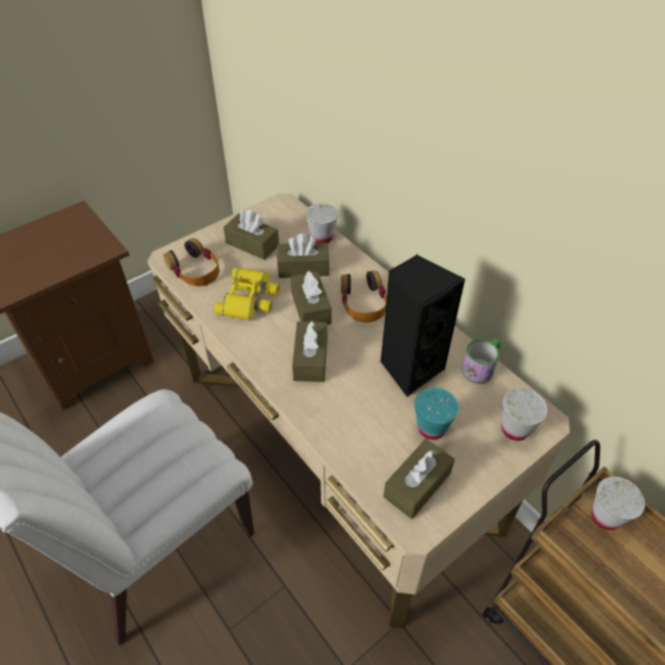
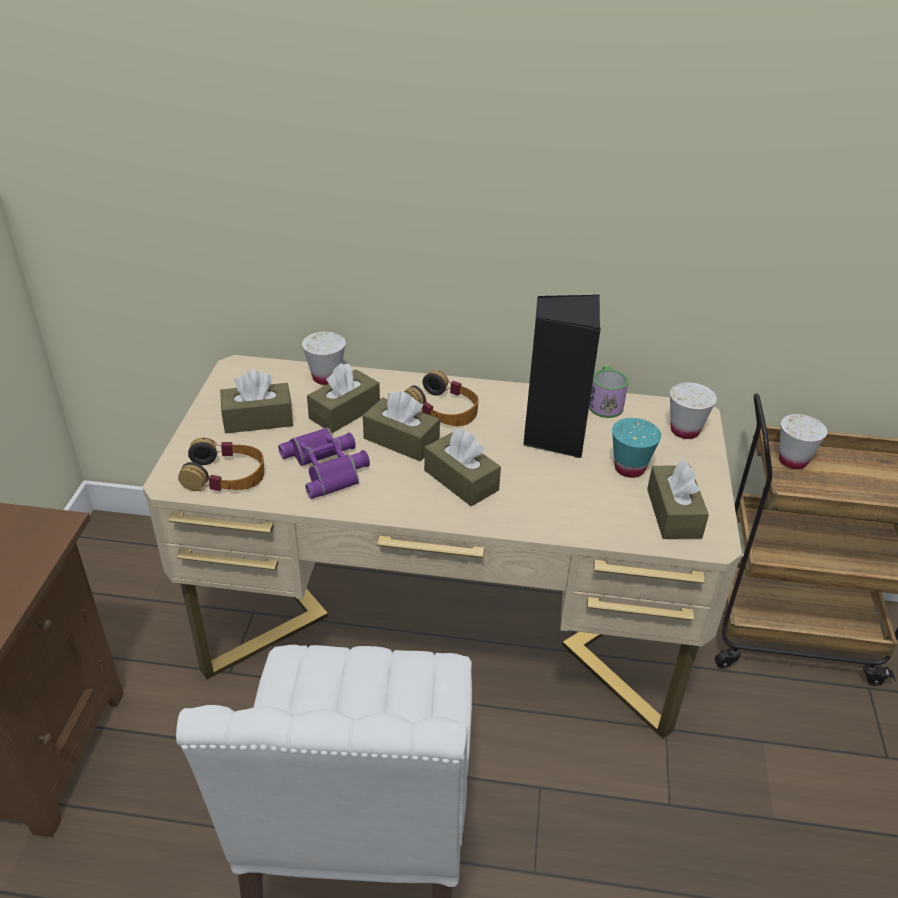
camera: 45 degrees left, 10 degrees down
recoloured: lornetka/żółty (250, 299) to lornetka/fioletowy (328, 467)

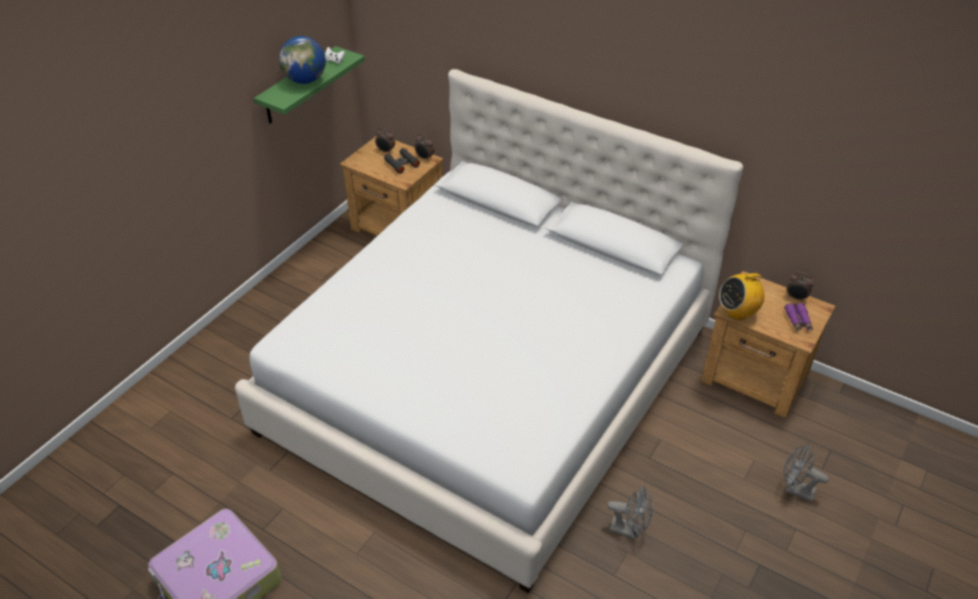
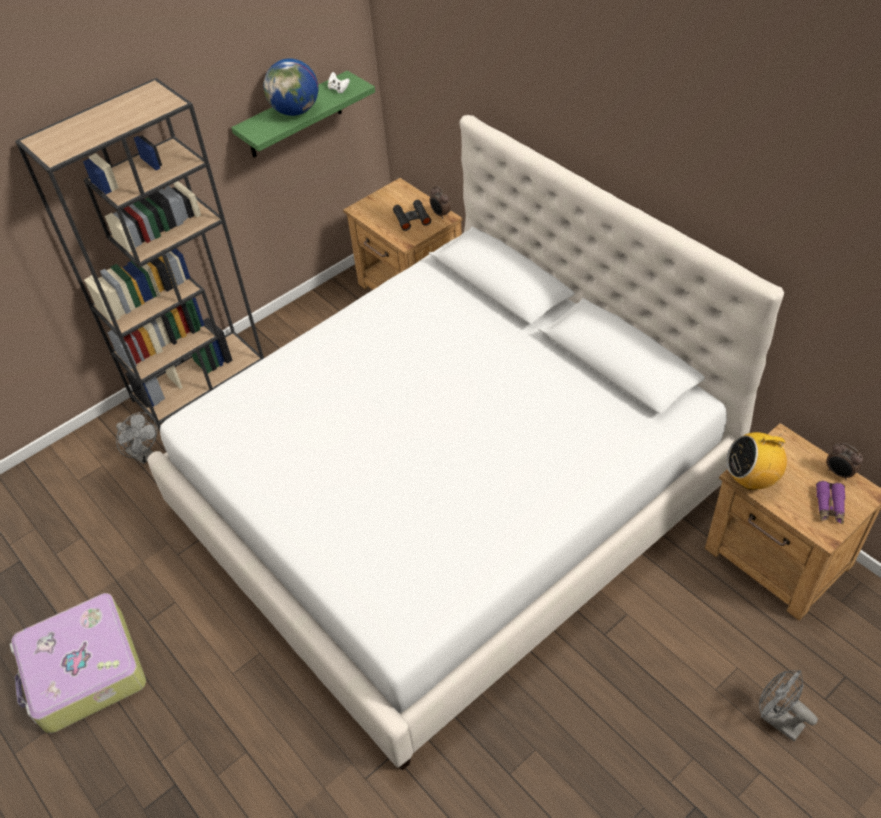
camera: 20 degrees right, 5 degrees up
removed: budzik (385, 151)
added: regał (200, 383)
moved: wentylator/szary (629, 530) to (144, 455)

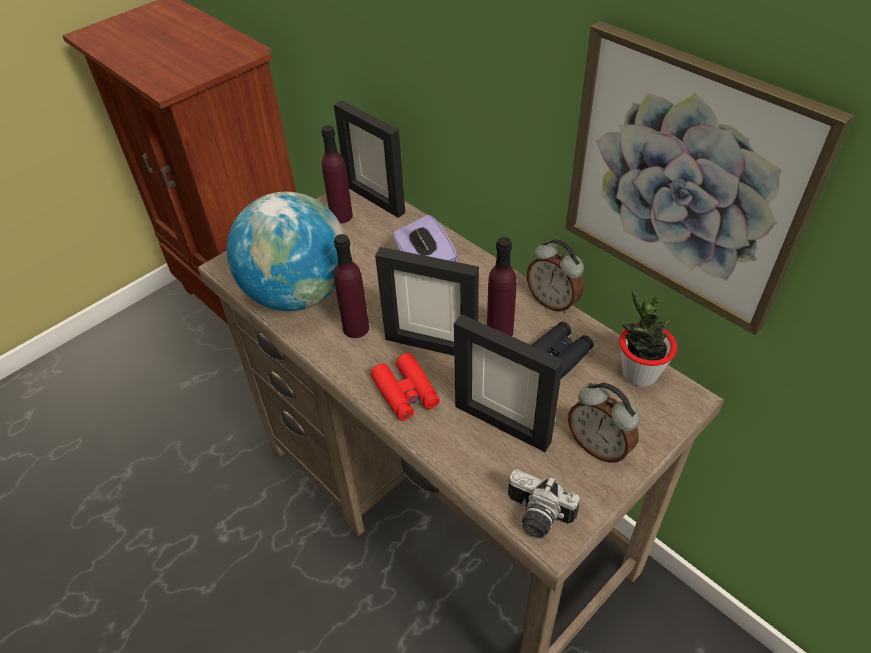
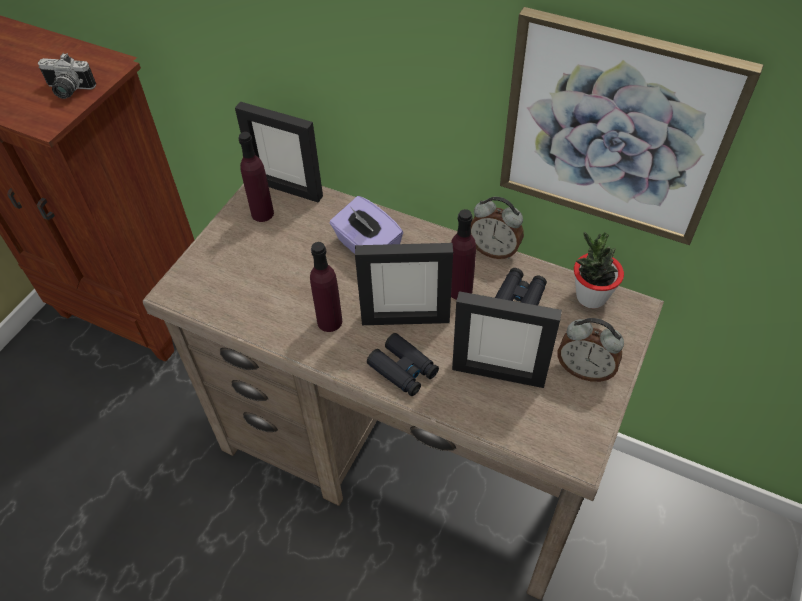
camera: 20 degrees left, 5 degrees up
removed: globus (298, 293)
moved: aparat fotograficzny (536, 517) to (68, 91)
recoloured: lornetka/czerwony (406, 393) to lornetka/czarny (403, 369)

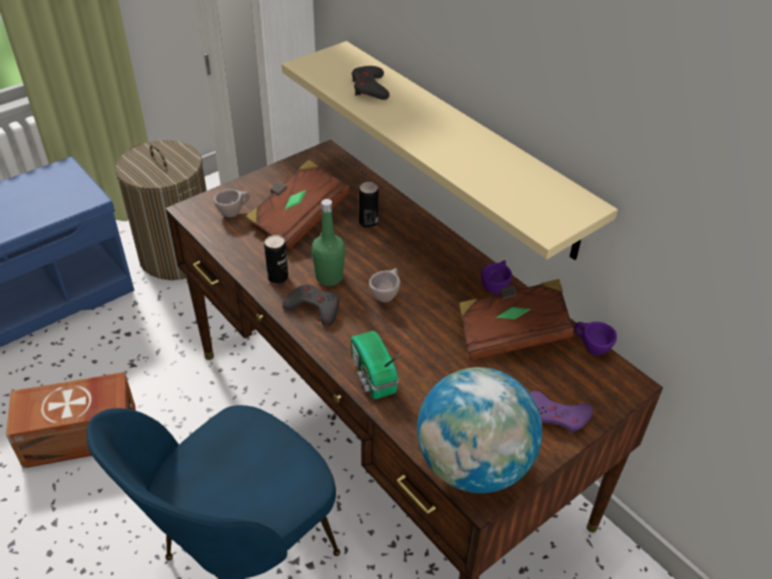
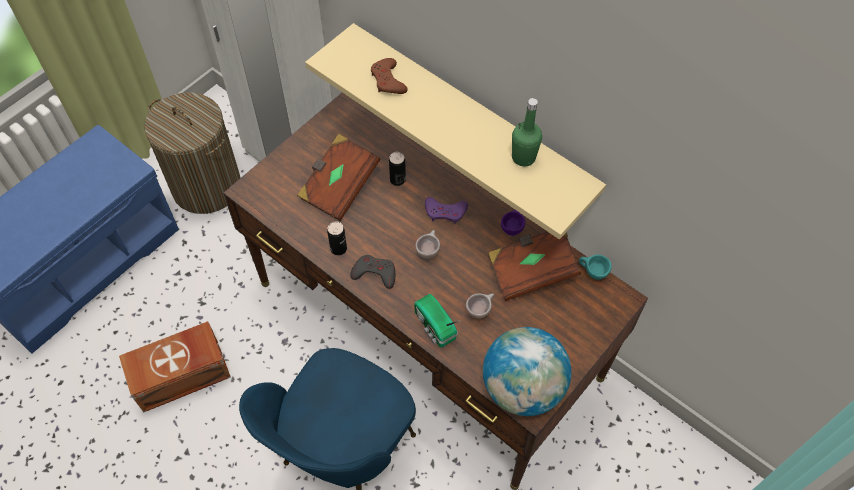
camera: 10 degrees left, 15 degrees up
moved: filiżanka/beżowy (234, 212) to (480, 310); butelka/zielony (329, 277) to (523, 157); pad do gier/fioletowy (557, 416) to (445, 212)
recoloured: pad do gier/szary (369, 88) to pad do gier/brązowy (388, 80); filiżanka/fioletowy (590, 348) to filiżanka/turkusowy (591, 273)

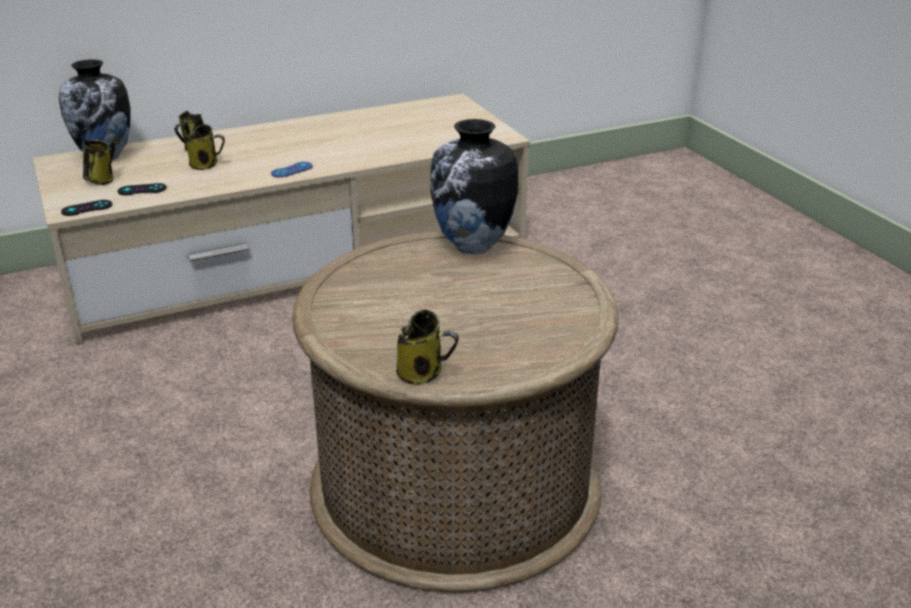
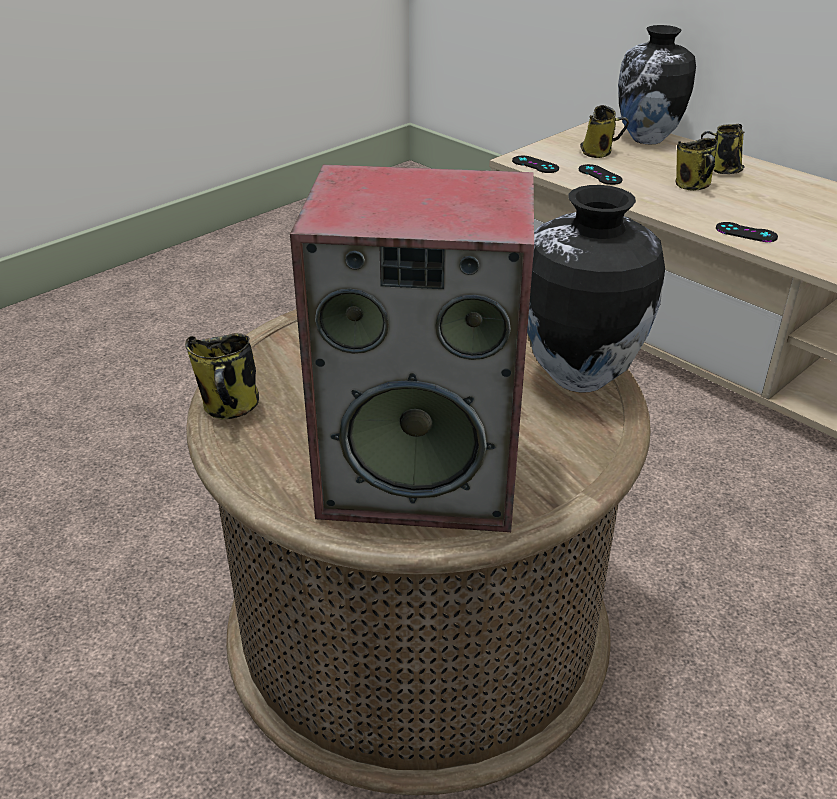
camera: 70 degrees right, 5 degrees up
added: głośnik (423, 475)
recoloured: pad do gier/niebieski (292, 170) to pad do gier/czarny (746, 232)

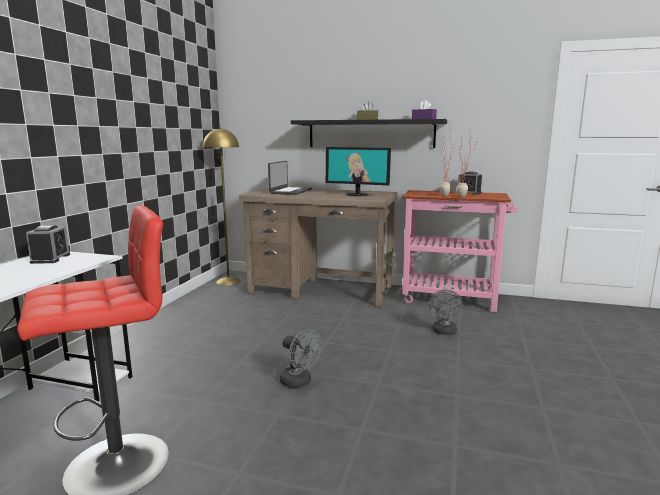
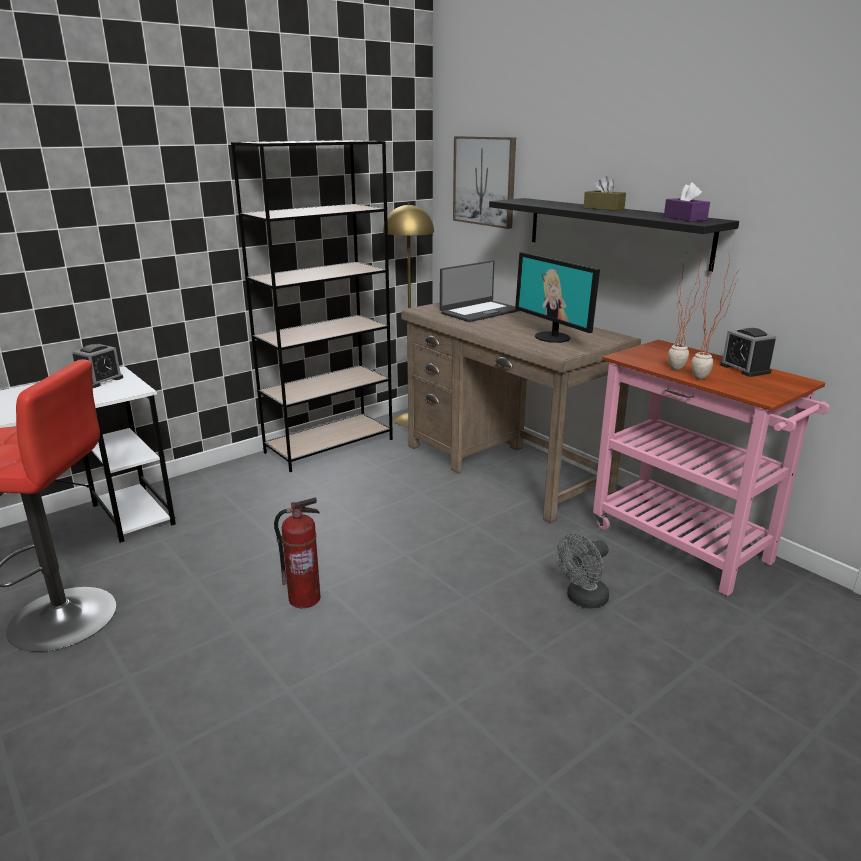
camera: 35 degrees right, 10 degrees up
added: regał/beżowy (329, 445); obraz (484, 181)
replaced: wentylator/szary (299, 382) to gaśnica (305, 598)

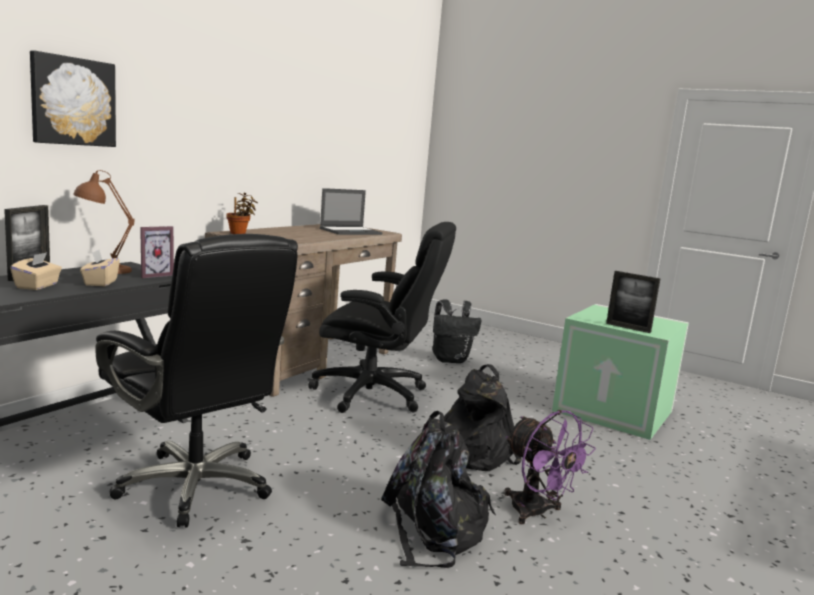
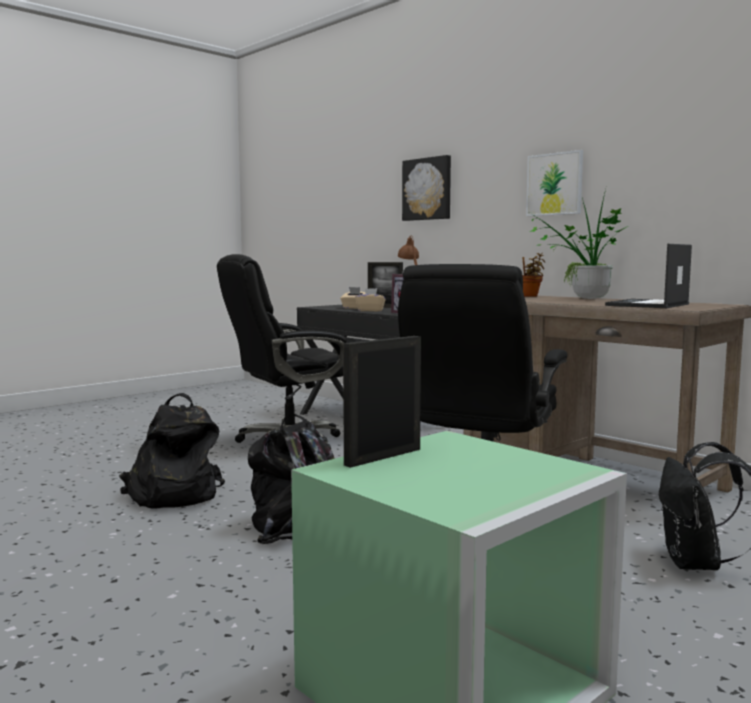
camera: 105 degrees right, 5 degrees down
removed: wentylator/fioletowy (536, 513)
added: obraz (554, 184); roślina doniczkowa (584, 299)
turned: laptop (351, 231) = (647, 305) 60 degrees clockwise

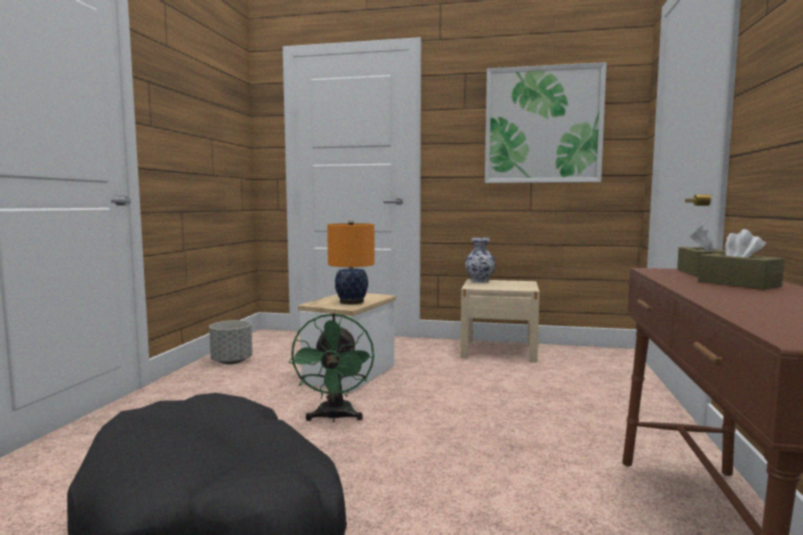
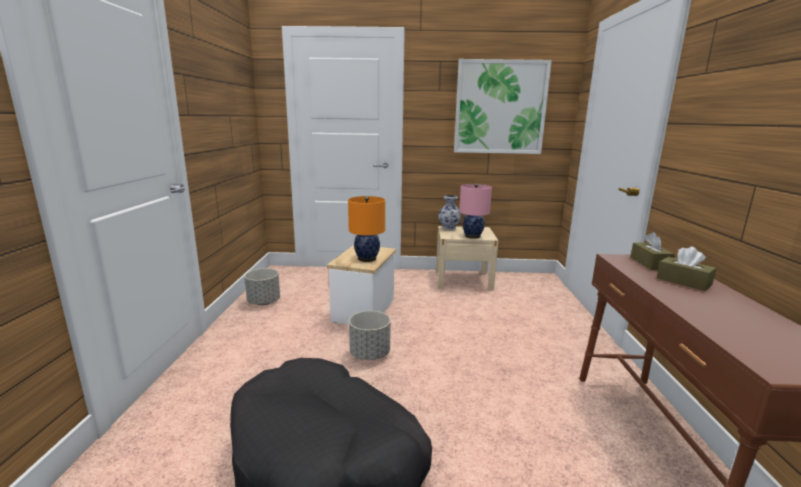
camera: 10 degrees left, 10 degrees up
added: lampa stołowa/różowy (472, 236)
replaced: wentylator/zielony (334, 417) to donica/szary (370, 354)

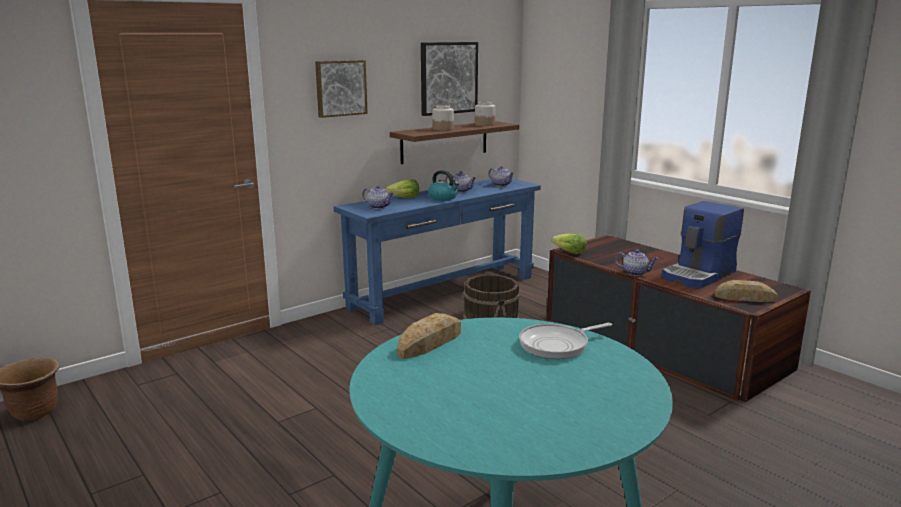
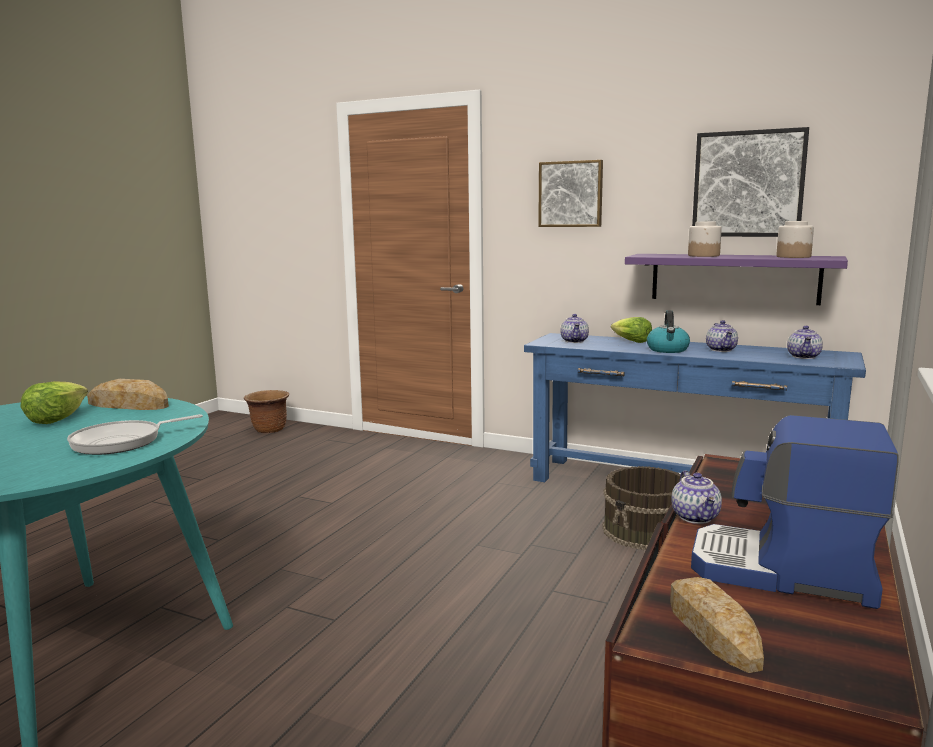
camera: 65 degrees right, 5 degrees down
moved: sałata (569, 252) to (56, 419)
recoloured: półka/brązowy (444, 142) to półka/fioletowy (734, 278)
turned: patelnia (557, 345) = (122, 442) 75 degrees counterclockwise

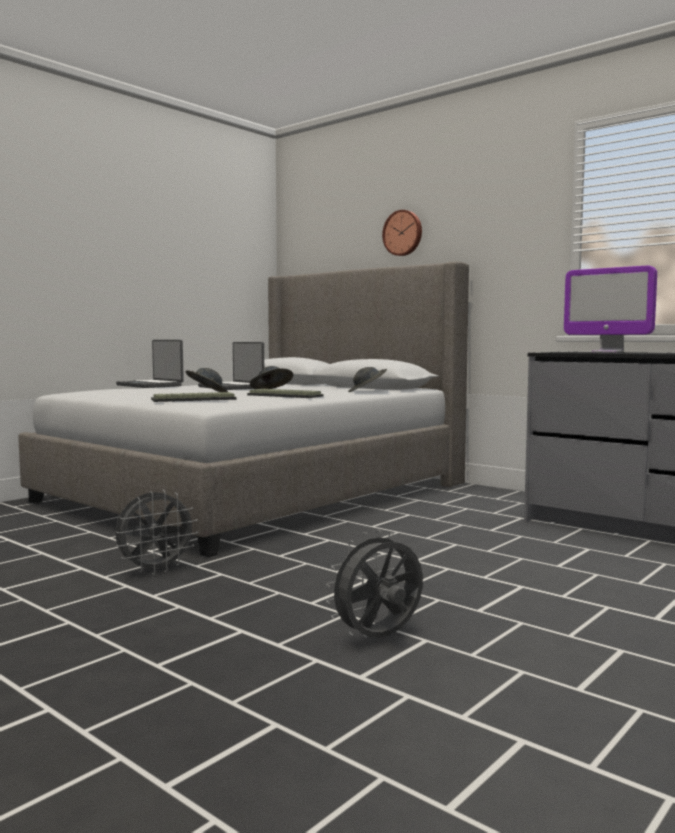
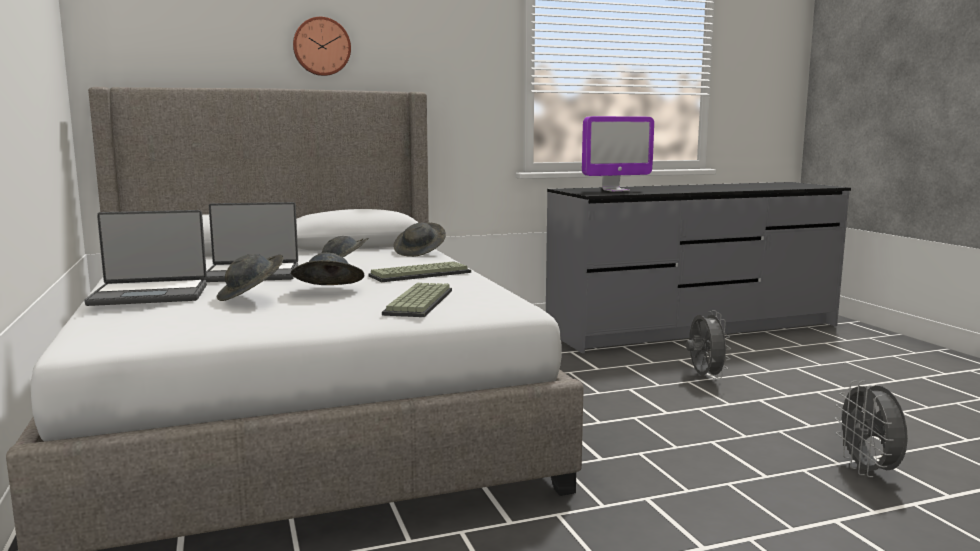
camera: 60 degrees left, 5 degrees up
added: kapelusz/szary (251, 296)
moved: wentylator/szary (155, 570) to (704, 377)

